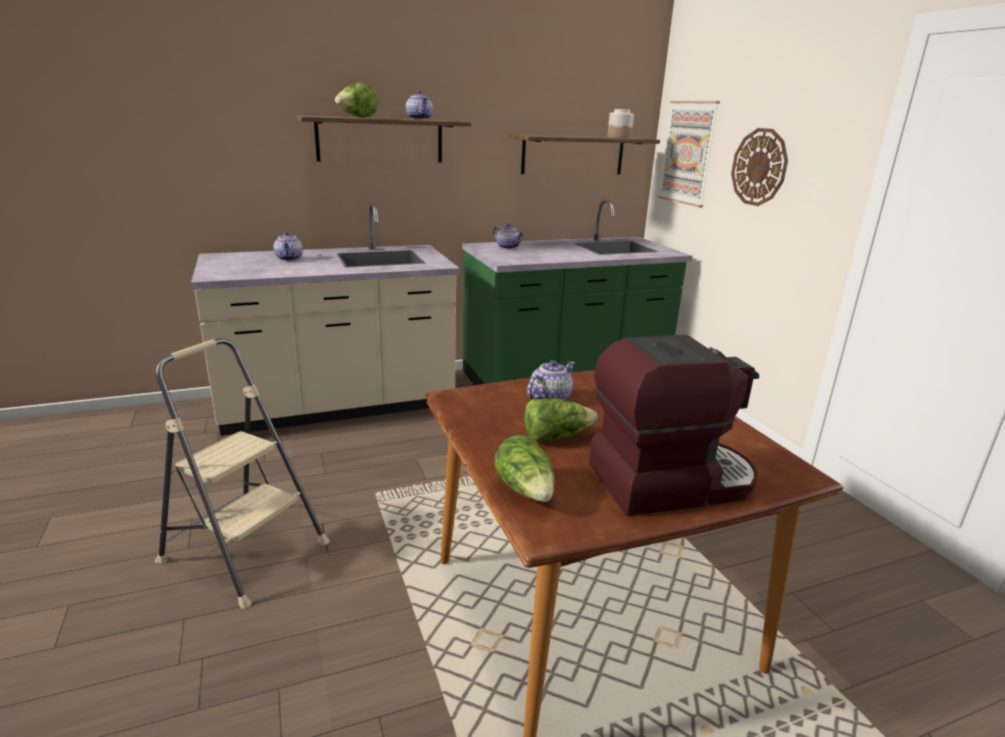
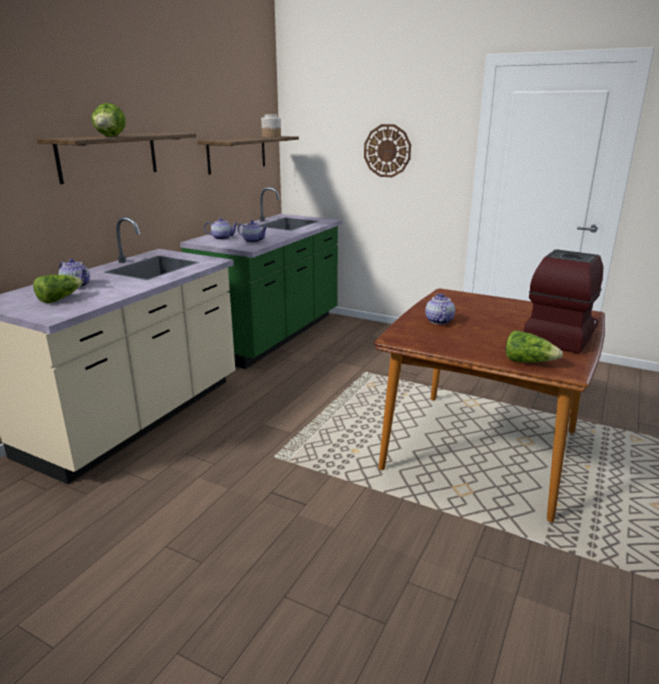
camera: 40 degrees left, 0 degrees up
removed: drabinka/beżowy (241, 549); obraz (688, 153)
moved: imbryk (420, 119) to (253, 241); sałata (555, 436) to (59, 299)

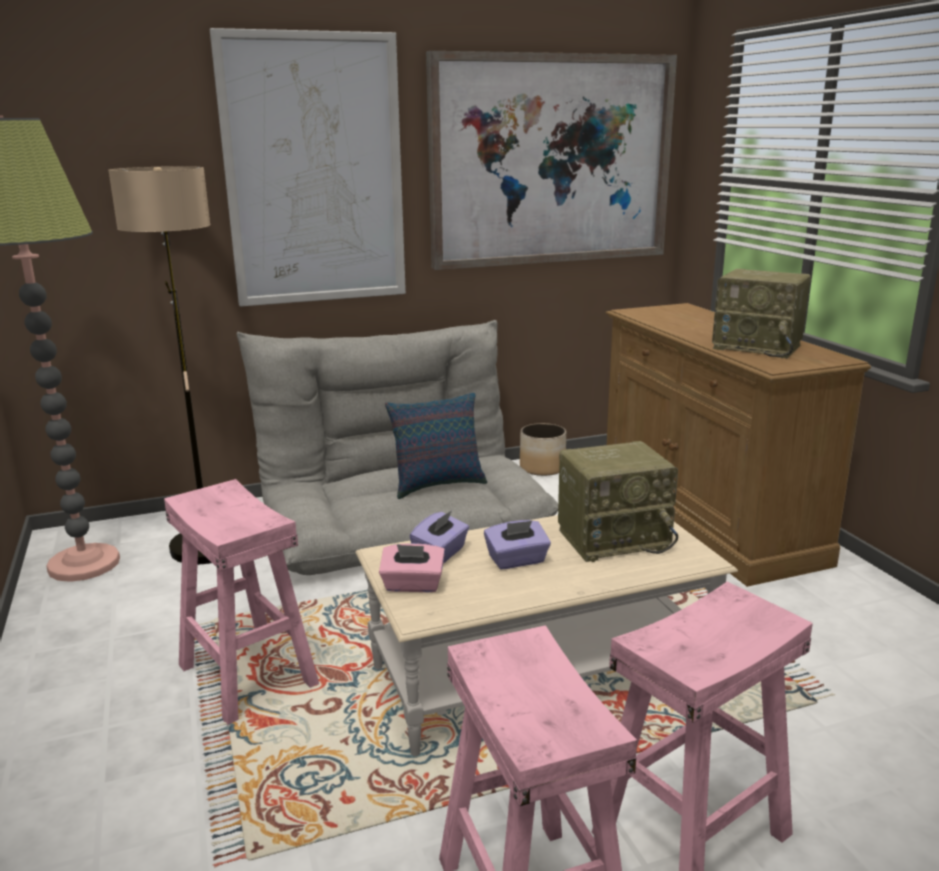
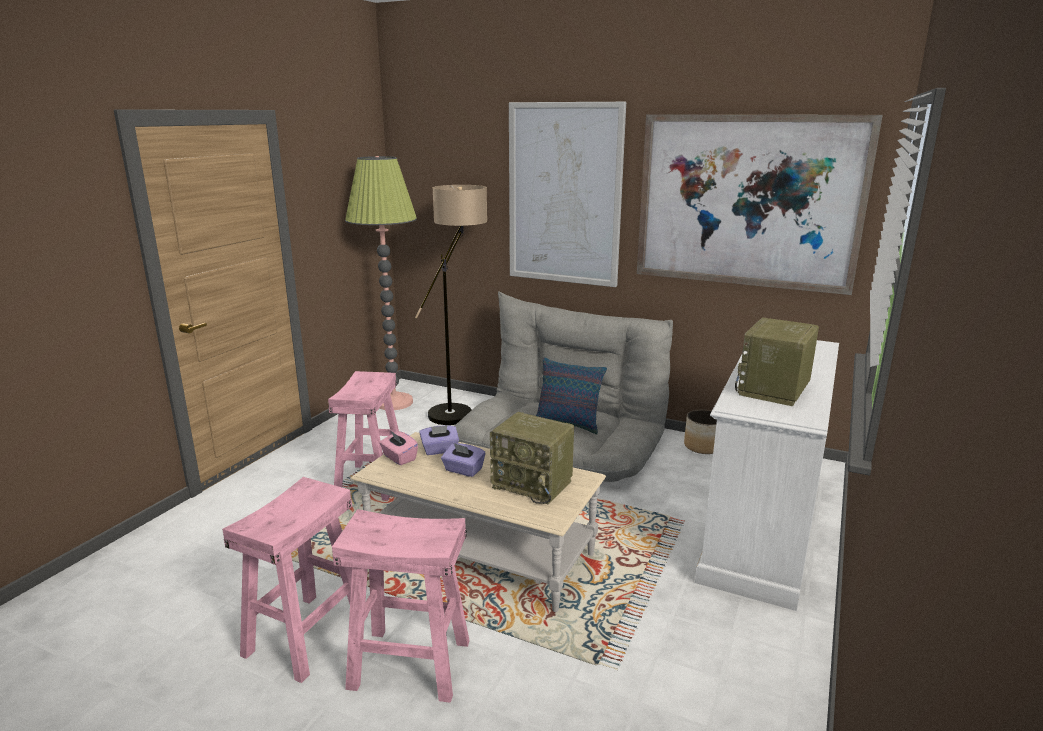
camera: 45 degrees right, 0 degrees up
recoloured: szafka/brązowy (704, 516) to szafka/biały (760, 527)
turned: radio (758, 347) = (774, 390) 45 degrees clockwise

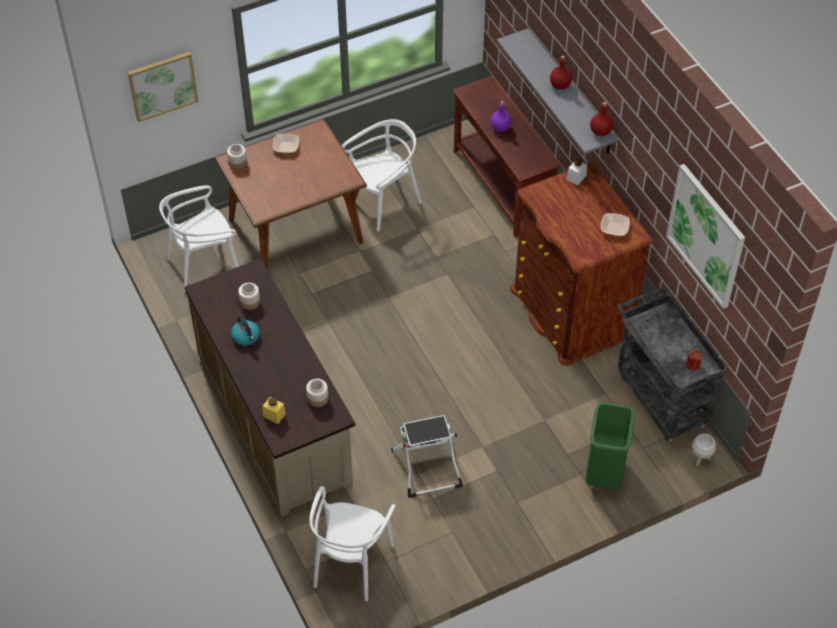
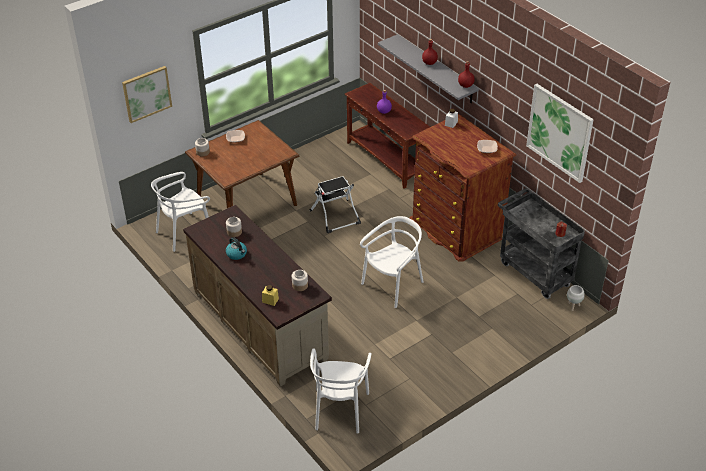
camera: 10 degrees left, 10 degrees down
removed: kosz na śmieci/zielony (604, 473)
moved: krzesło/biały (383, 201) to (393, 285); drabinka (428, 465) to (335, 215)

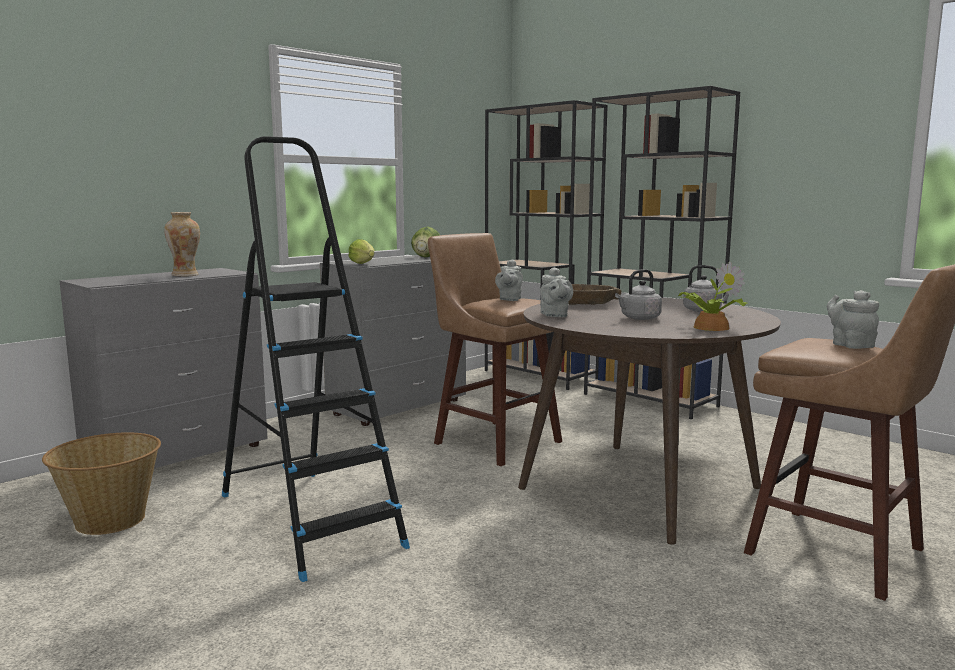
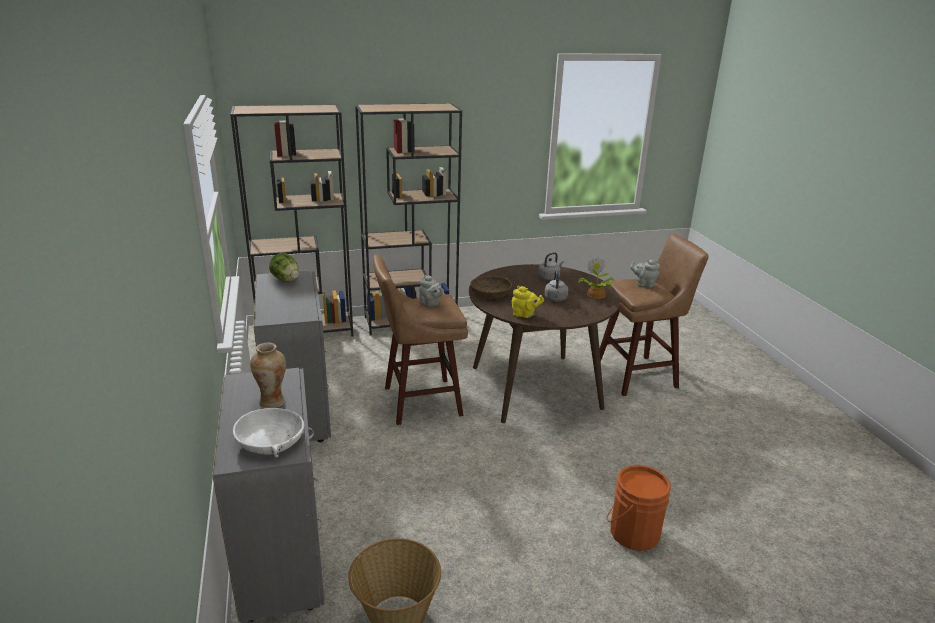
camera: 60 degrees left, 15 degrees up
removed: drabinka/czarny (309, 519); sałata (363, 264)
added: miska/biały (270, 440); wiadro/pomarańczowy (631, 531)
recoloured: imbryk/szary (554, 315) to imbryk/żółty (525, 315)

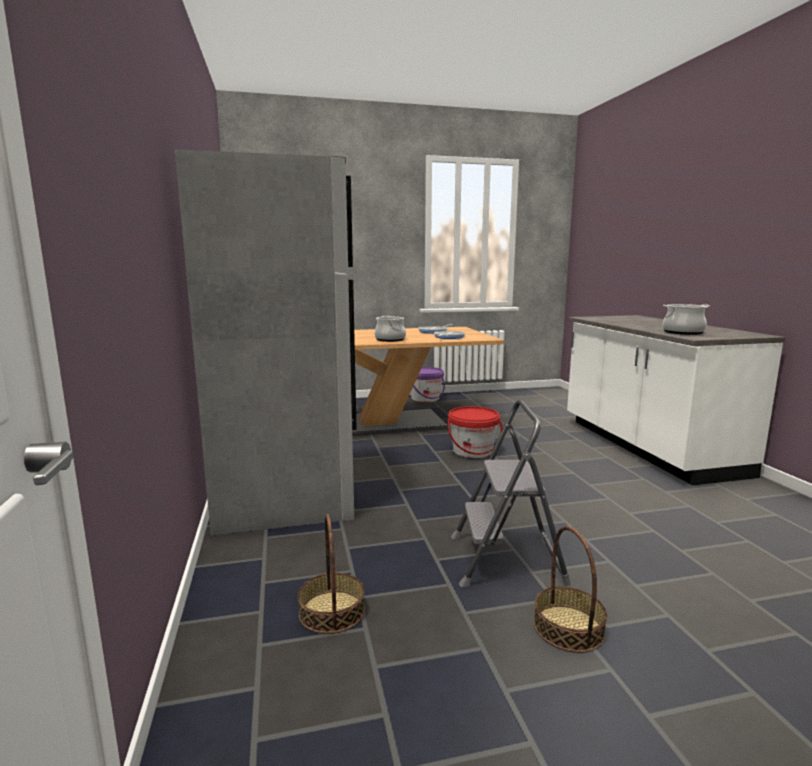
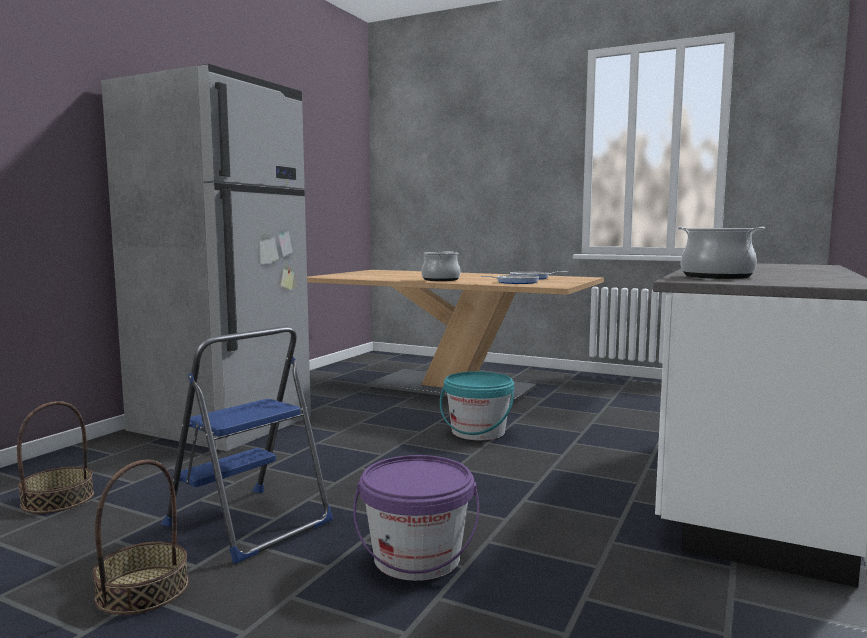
camera: 40 degrees right, 5 degrees down
moved: wiadro/fioletowy (425, 398) to (417, 558)
recoloured: wiadro/czerwony (472, 451) to wiadro/turkusowy (478, 432); drabinka/szary (511, 559) to drabinka/niebieski (251, 524)

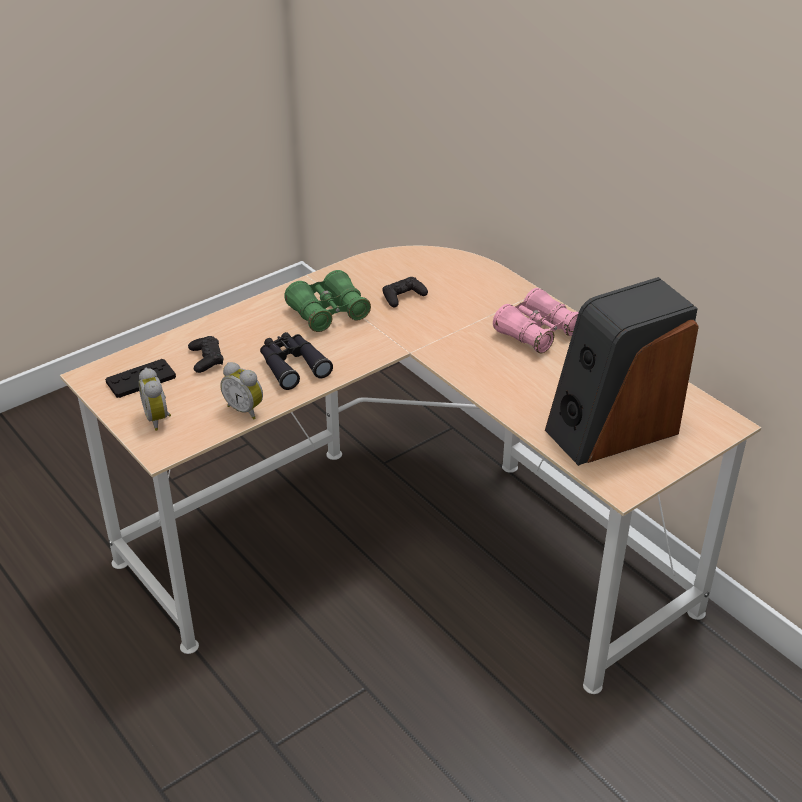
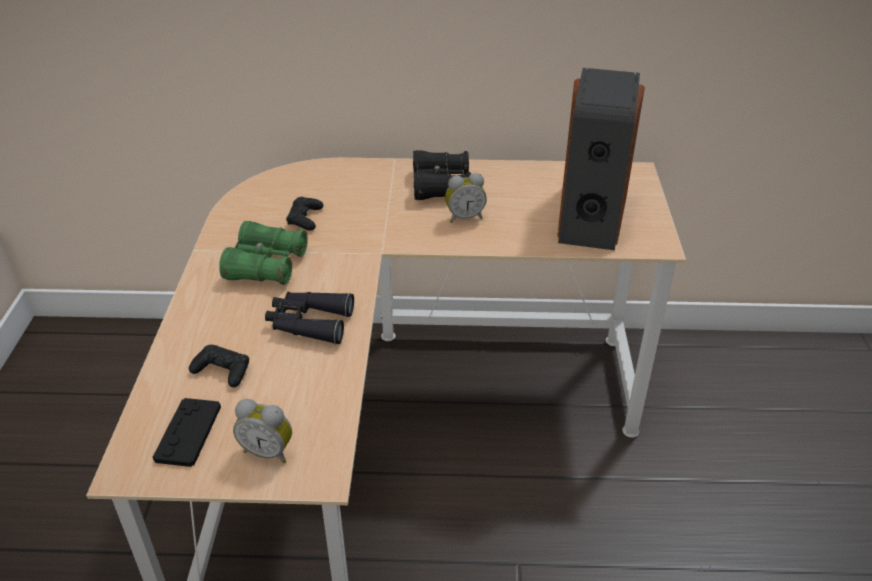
camera: 50 degrees left, 0 degrees up
moved: budzik (245, 409) to (464, 217)
recoloured: lornetka/różowy (537, 332) to lornetka/czarny (440, 186)

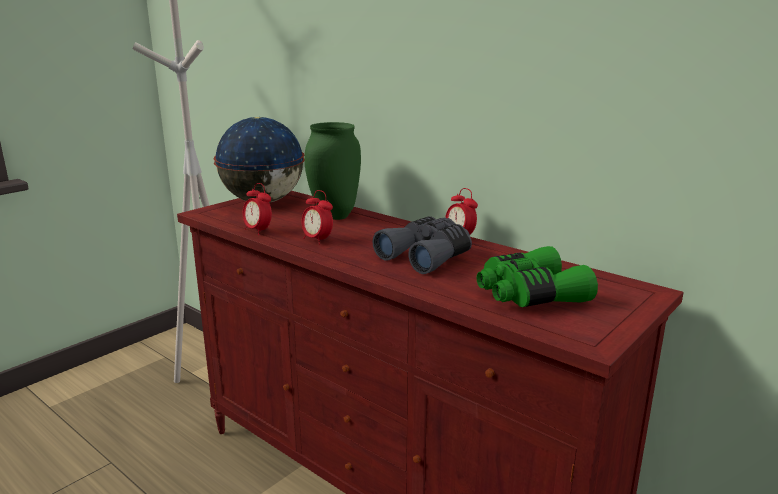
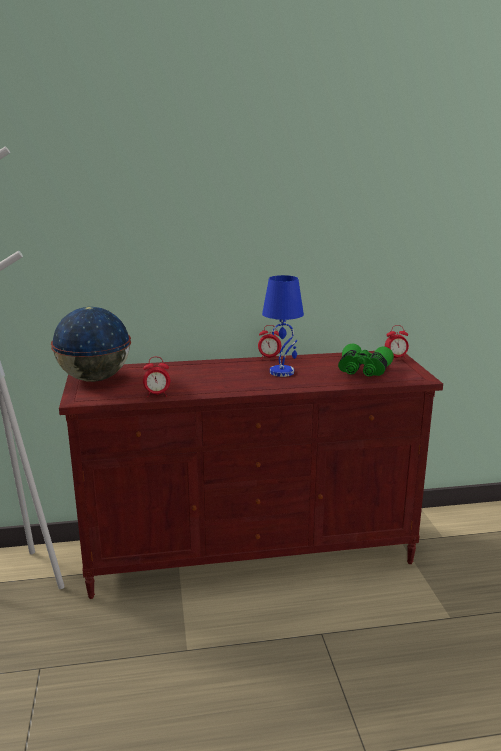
camera: 50 degrees left, 0 degrees up
removed: wazon/zielony (335, 216)
moved: budzik (317, 240) to (396, 358)
replaced: lornetka/szary (427, 256) to lampa stołowa/niebieski (282, 372)

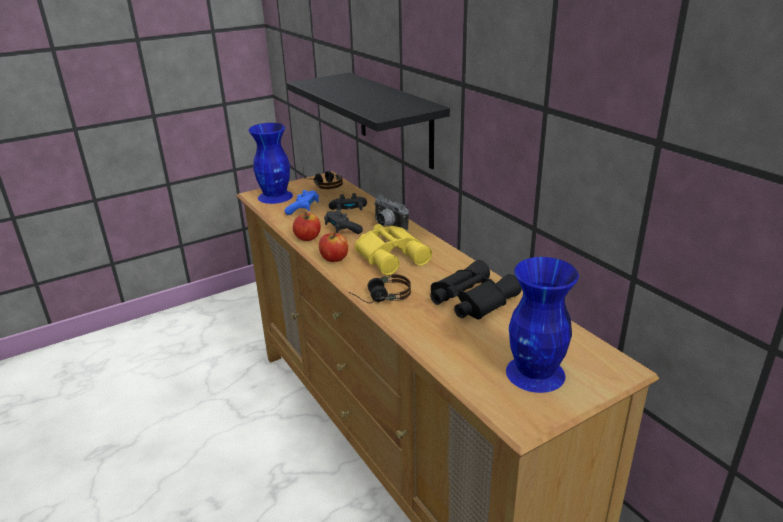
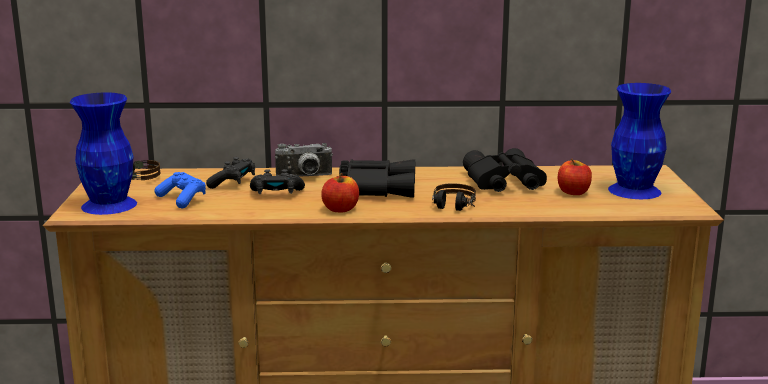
camera: 60 degrees left, 10 degrees down
removed: półka/czarny (395, 119)
moved: jabłko (308, 238) to (573, 192)
recoloured: lornetka/żółty (392, 255) to lornetka/czarny (375, 188)

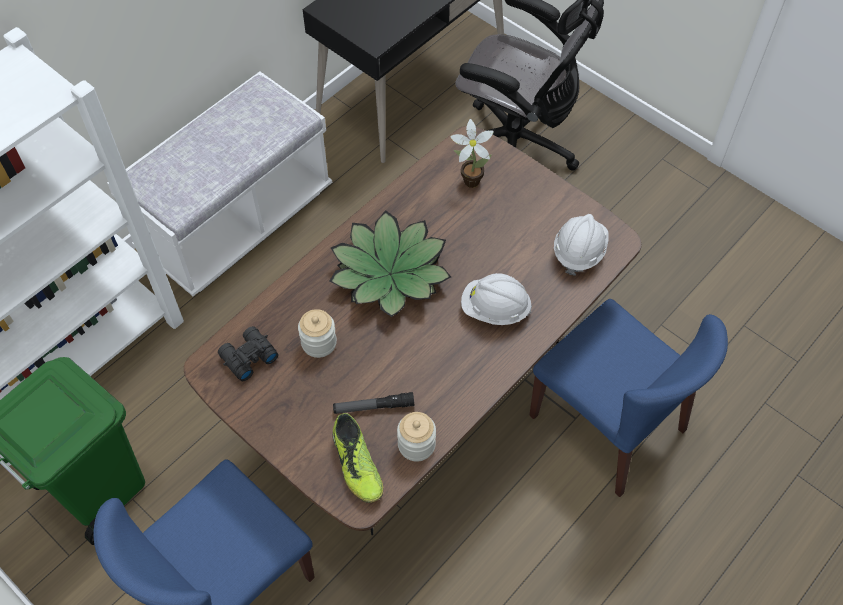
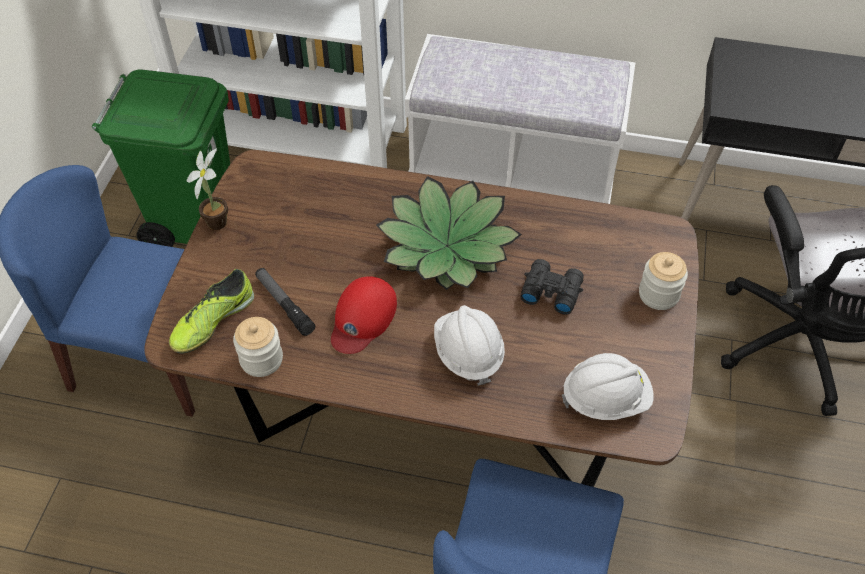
camera: 60 degrees right, 5 degrees down
added: czapka z daszkiem/czerwony (362, 318)
moved: lornetka/czarny (247, 357) to (550, 290); słoik (319, 343) to (658, 294); roślina doniczkowa (469, 180) to (217, 220)

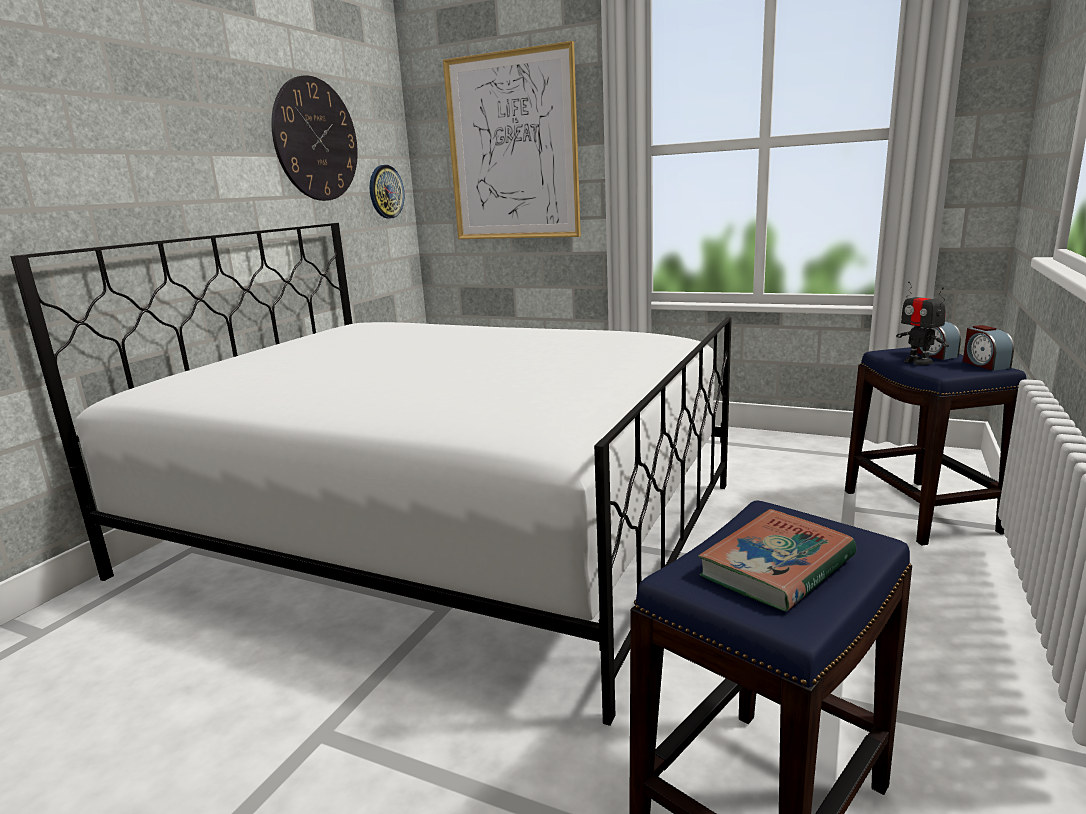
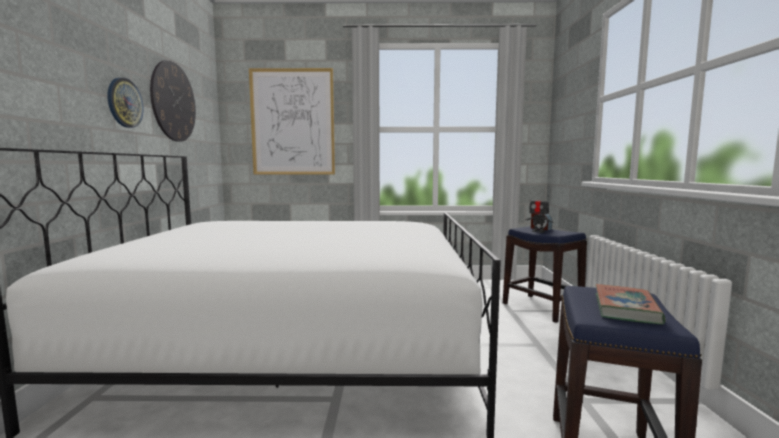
camera: 25 degrees left, 10 degrees down
removed: budzik (984, 364)
moved: zegar ścienny (385, 192) to (124, 103)

